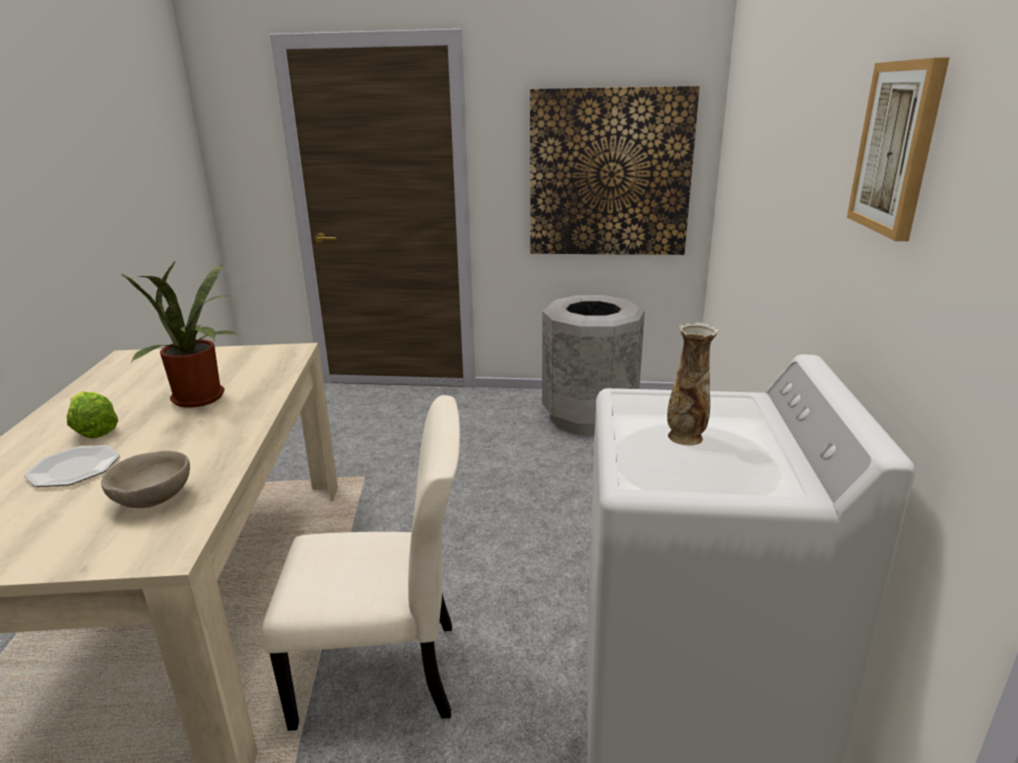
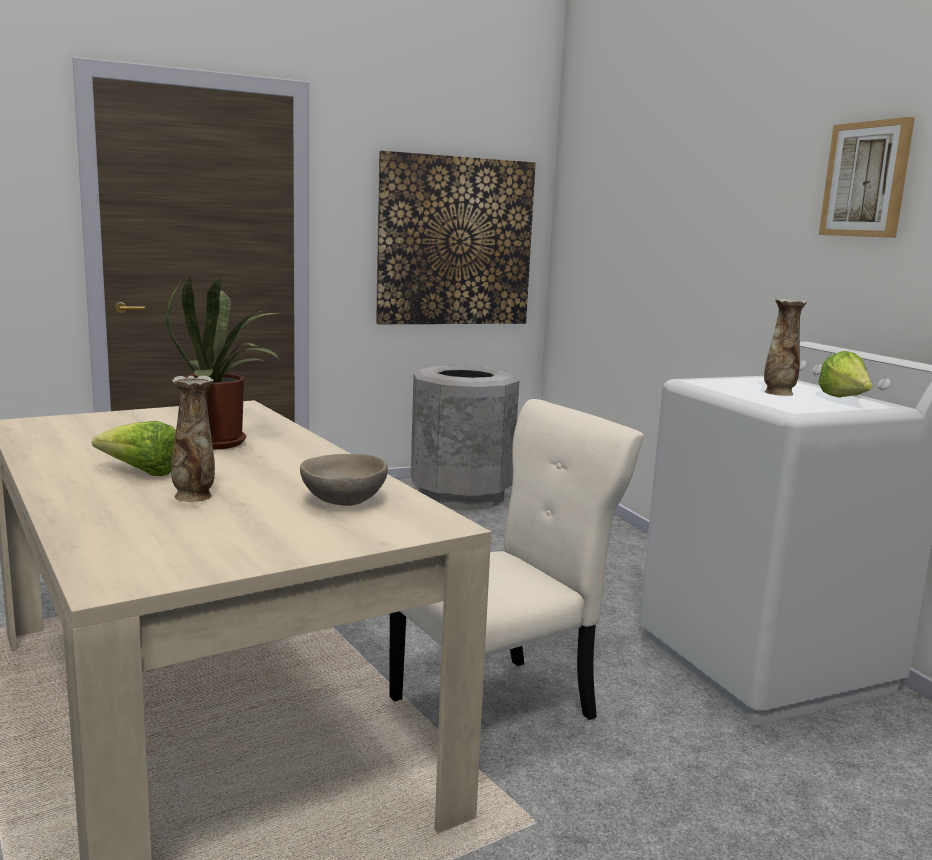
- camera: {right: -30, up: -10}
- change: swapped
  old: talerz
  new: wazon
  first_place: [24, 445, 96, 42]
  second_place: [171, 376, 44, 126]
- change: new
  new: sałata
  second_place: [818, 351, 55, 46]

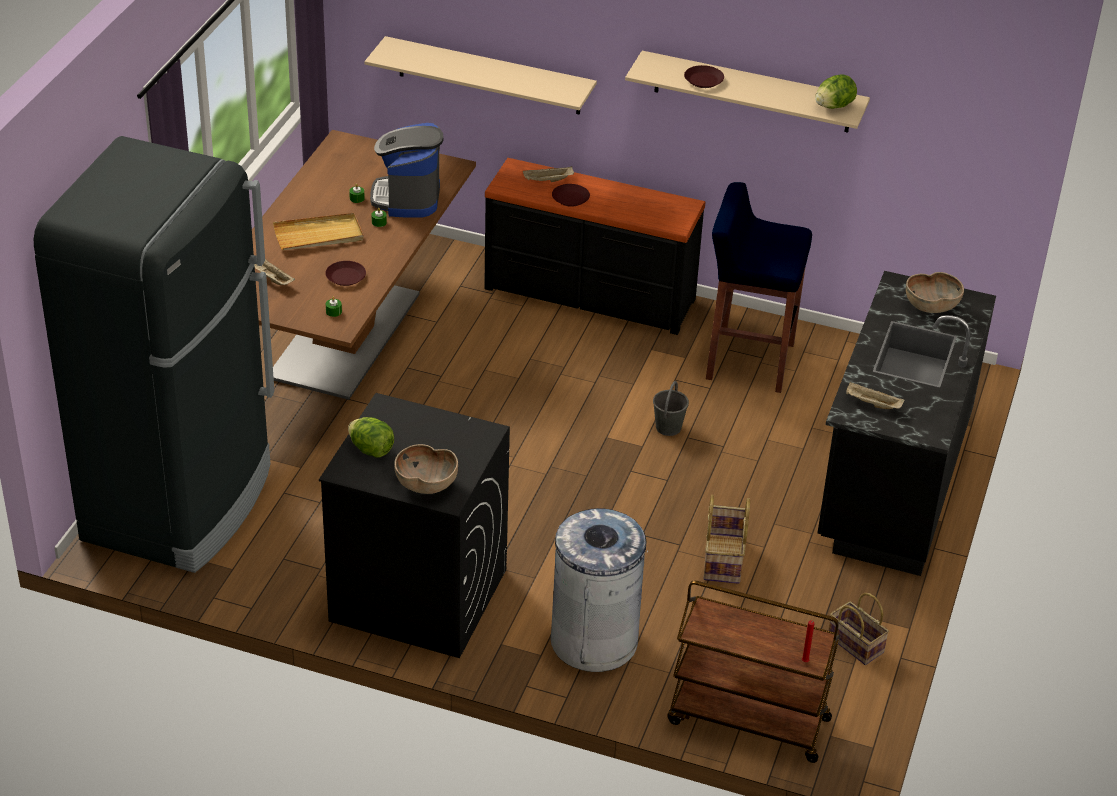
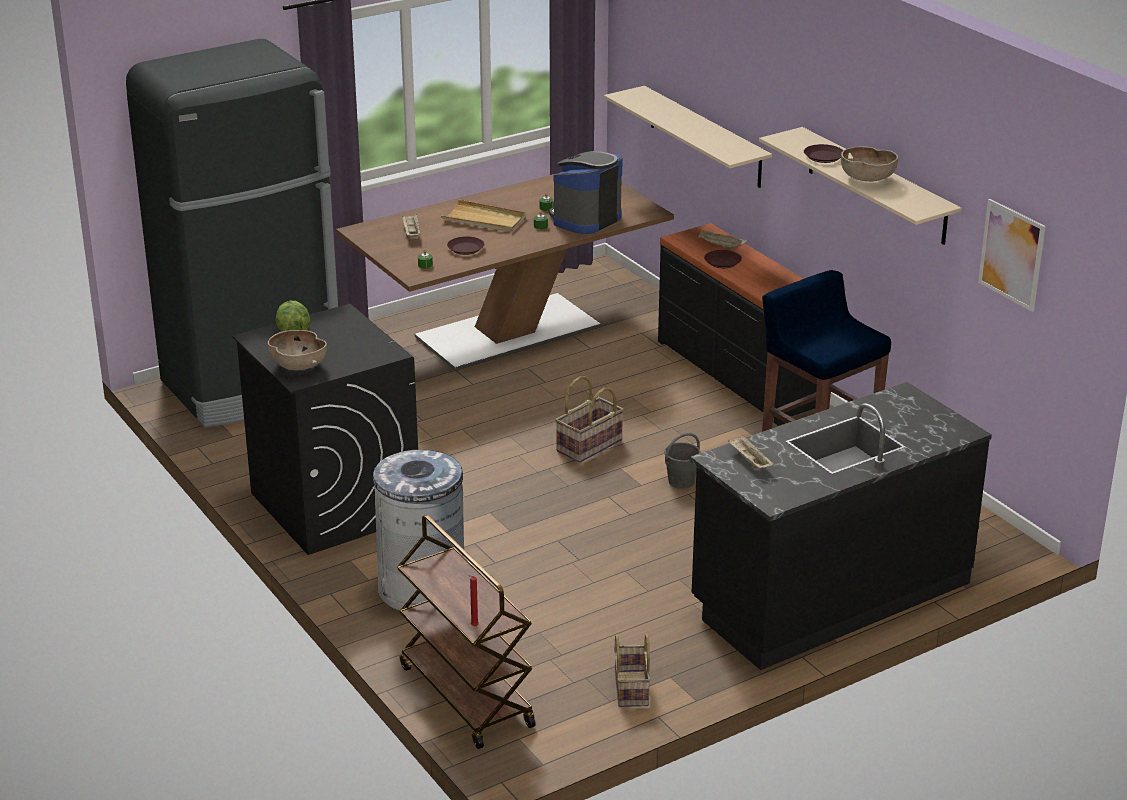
- camera: {right: 40, up: -10}
- change: shifted
  old: koszyk
  first_place: [703, 494, 47, 90]
  second_place: [555, 376, 69, 87]
- change: gone
  old: sałata
  first_place: [815, 74, 42, 35]
- change: shifted
  old: miska/brązowy
  first_place: [906, 272, 58, 41]
  second_place: [841, 147, 57, 35]
- change: new
  new: obraz
  second_place: [978, 199, 67, 113]

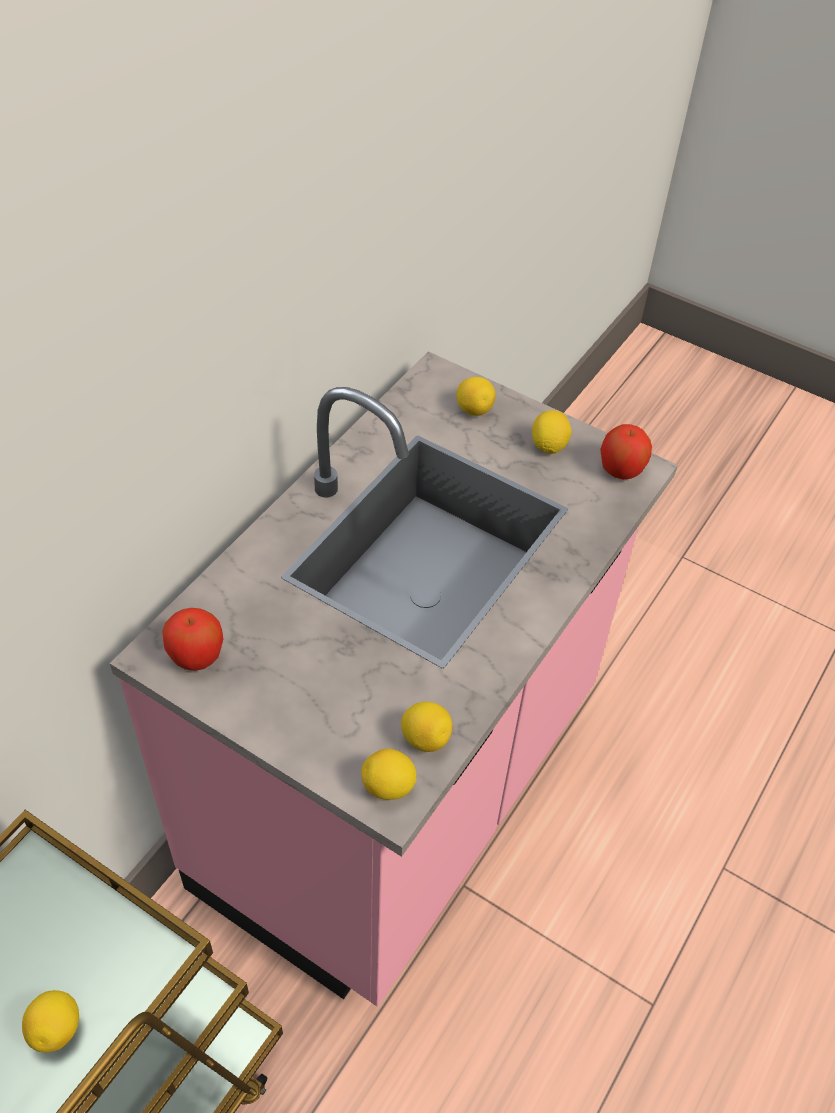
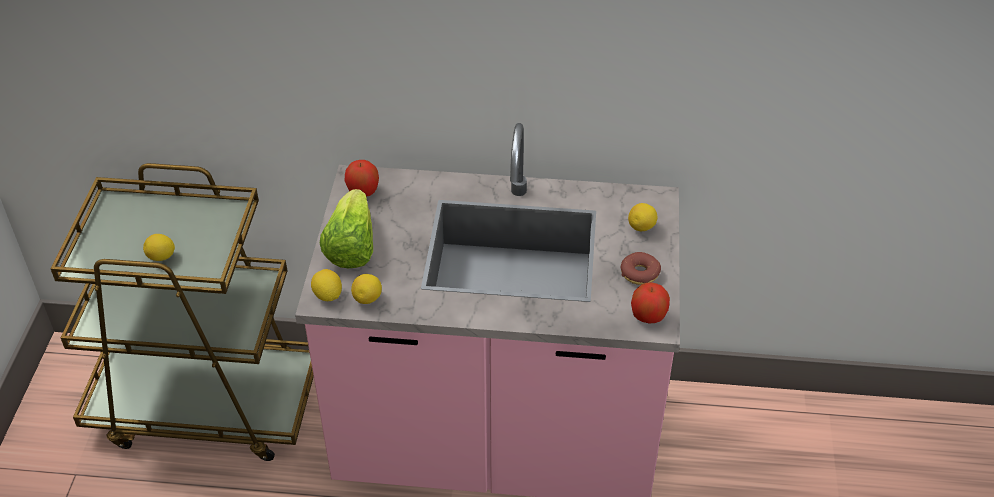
- camera: {right: 65, up: -5}
- change: swapped
  old: cytryna
  new: donut
  first_place: [532, 410, 40, 44]
  second_place: [621, 252, 40, 33]
- change: new
  new: sałata
  second_place: [320, 189, 53, 79]

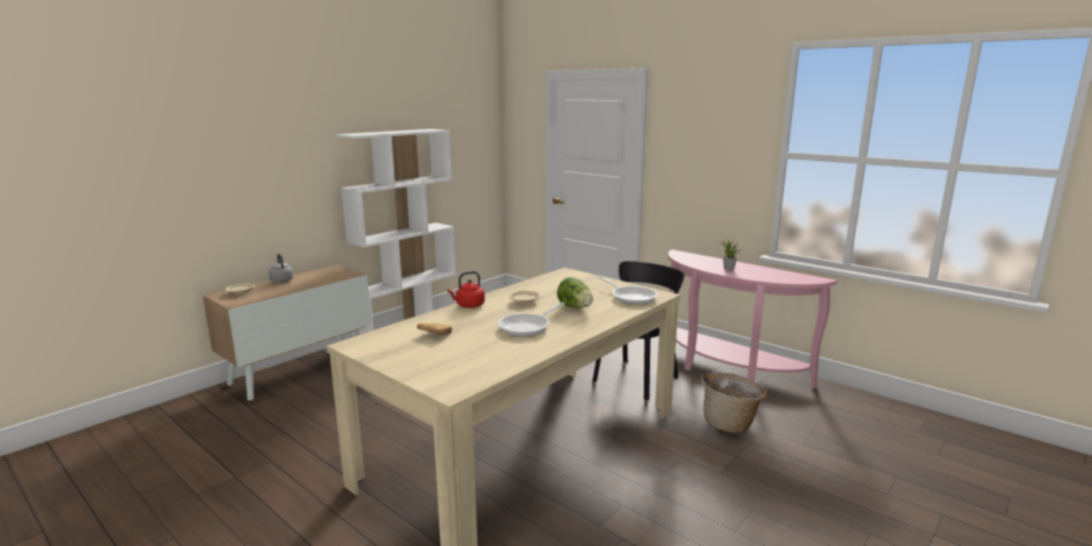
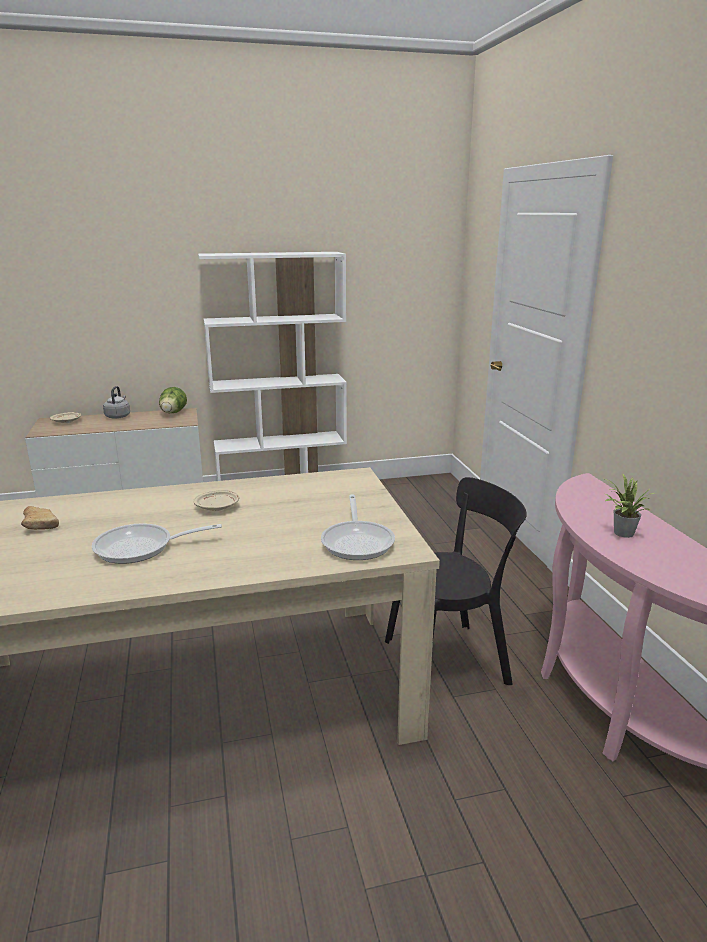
- camera: {right: 35, up: 5}
- change: gone
  old: czajnik/czerwony
  first_place: [447, 271, 38, 37]
- change: shifted
  old: sałata
  first_place: [557, 277, 36, 31]
  second_place: [159, 387, 28, 27]
- change: gone
  old: koszyk
  first_place: [701, 372, 66, 61]

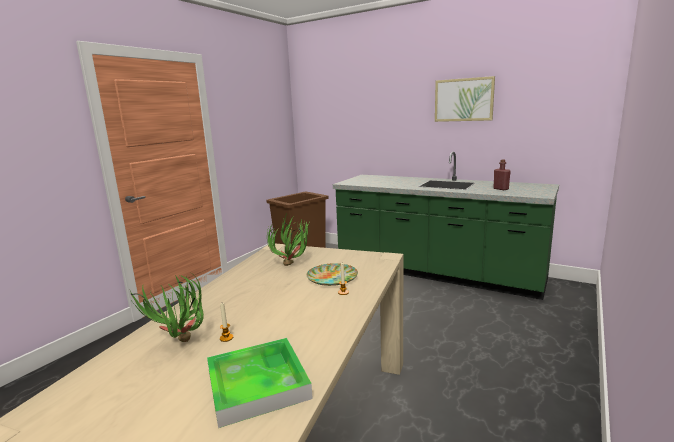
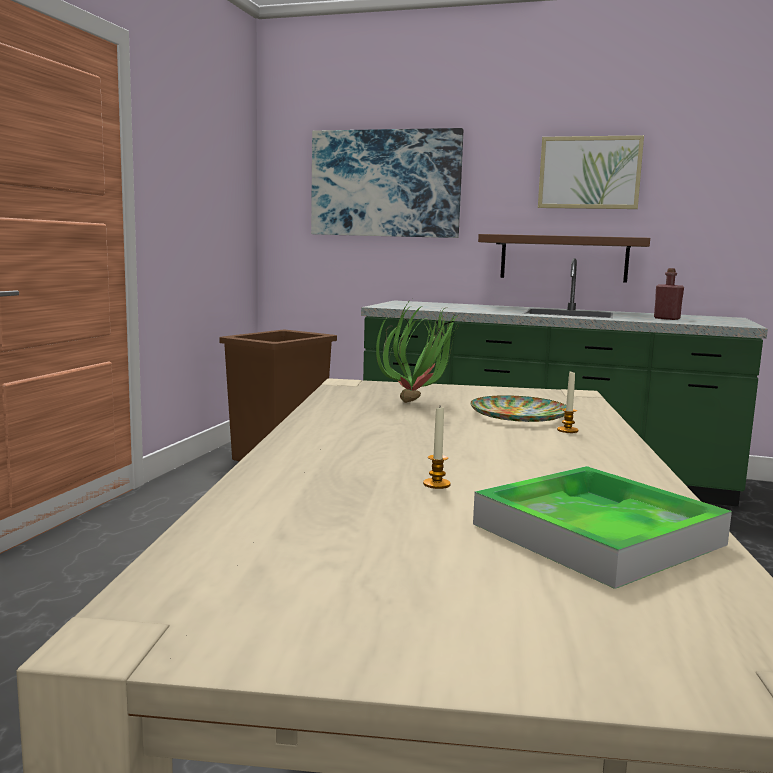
- camera: {right: -15, up: -5}
- change: gone
  old: roślina doniczkowa
  first_place: [130, 275, 74, 67]
- change: new
  new: obraz
  second_place: [311, 128, 152, 110]
- change: new
  new: półka/brązowy
  second_place: [478, 234, 172, 49]

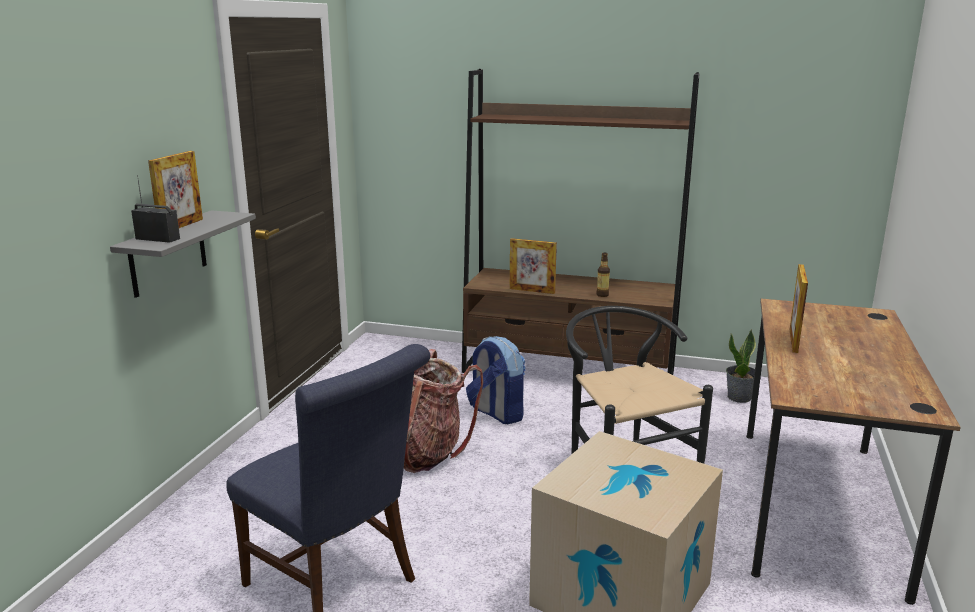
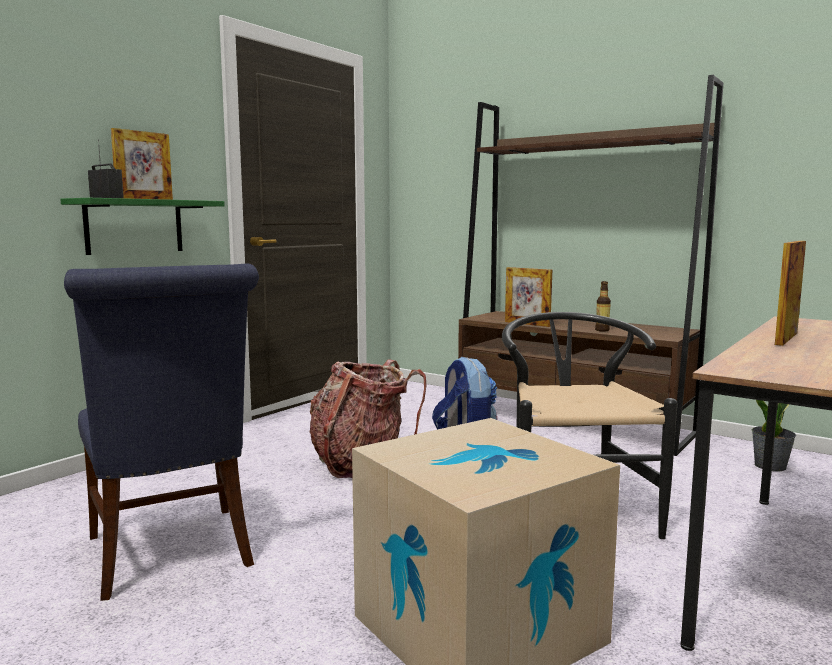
- camera: {right: 20, up: -10}
- change: repainted
  old: półka/szary
  new: półka/zielony
  first_place: [110, 210, 146, 88]
  second_place: [60, 198, 165, 57]

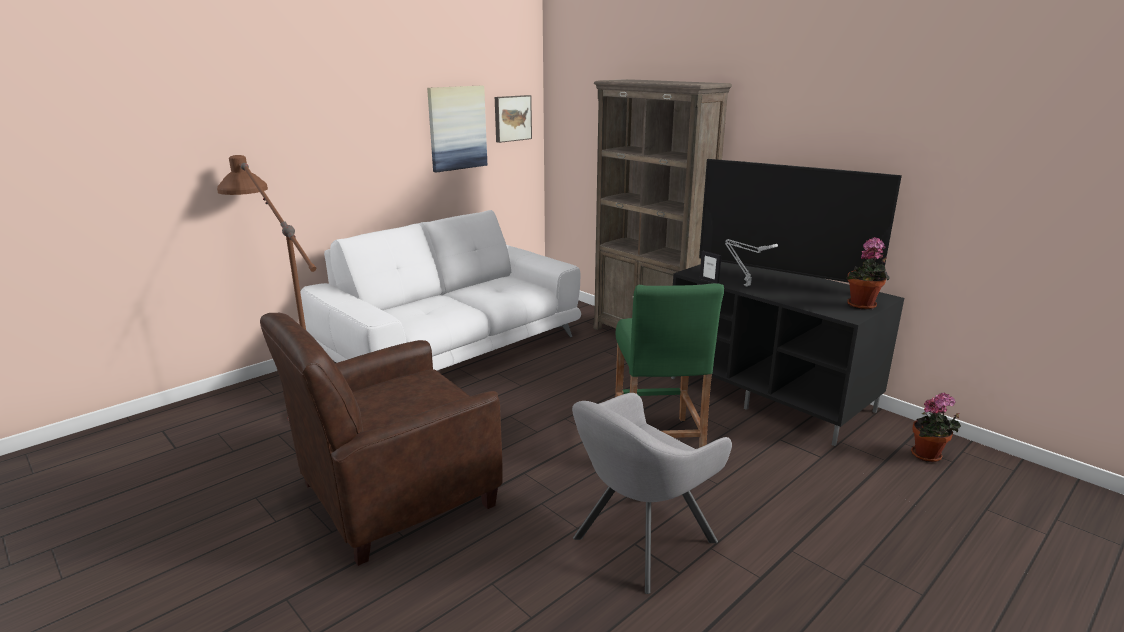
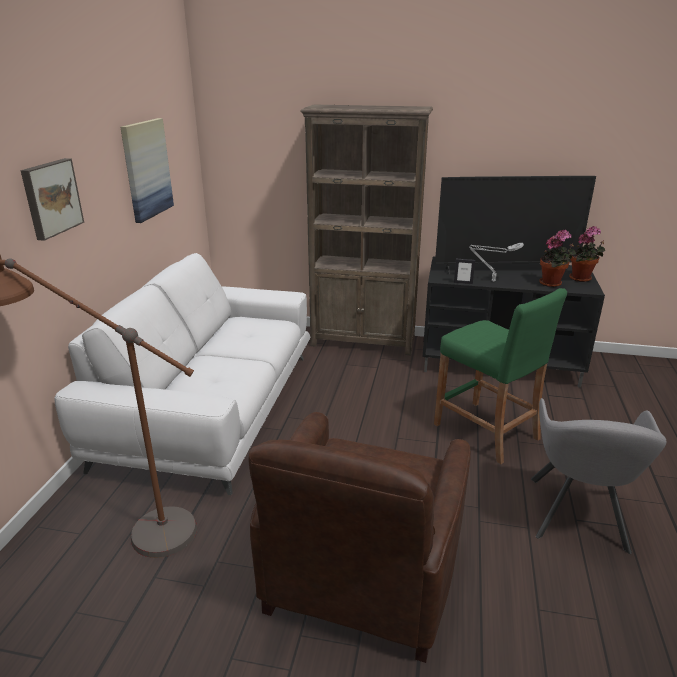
- camera: {right: -35, up: 5}
- change: shifted
  old: obraz
  first_place: [495, 95, 37, 48]
  second_place: [20, 158, 64, 83]
- change: shifted
  old: roślina doniczkowa
  first_place: [911, 393, 50, 69]
  second_place: [539, 230, 37, 57]

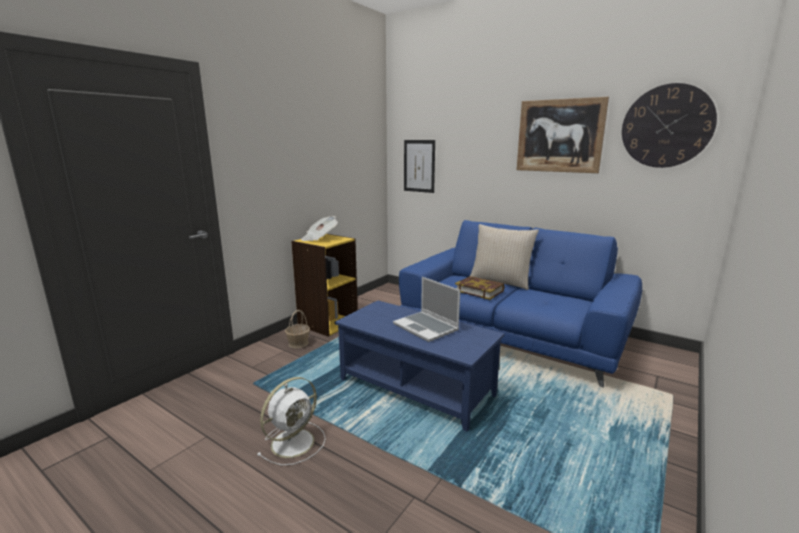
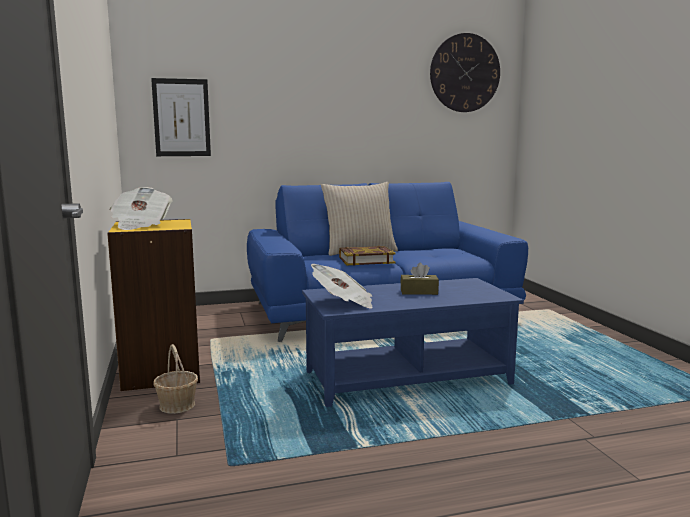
- camera: {right: -50, up: -5}
- change: gone
  old: wentylator/biały
  first_place: [257, 377, 69, 88]
- change: swapped
  old: laptop
  new: pudełko chusteczek/brązowy
  first_place: [393, 277, 67, 65]
  second_place: [400, 263, 39, 32]
- change: gone
  old: obraz
  first_place: [517, 97, 92, 76]
- change: new
  new: gazeta
  second_place: [311, 264, 62, 45]

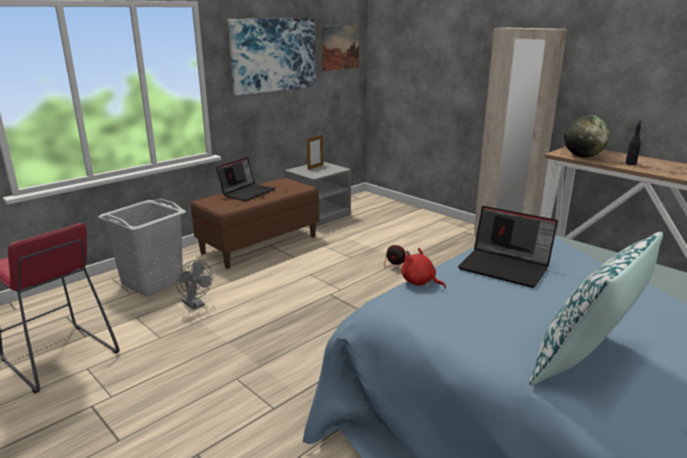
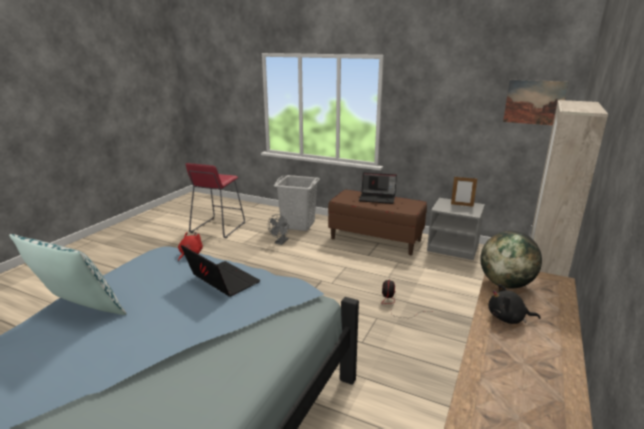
- camera: {right: 70, up: 0}
- change: gone
  old: obraz
  first_place: [228, 18, 88, 78]
- change: rotated
  old: laptop
  first_place: [458, 206, 100, 82]
  second_place: [181, 245, 80, 52]
  degrees: 120
- change: swapped
  old: butelka/czarny
  new: pluszak/czarny
  first_place: [625, 121, 16, 44]
  second_place: [489, 284, 52, 40]

